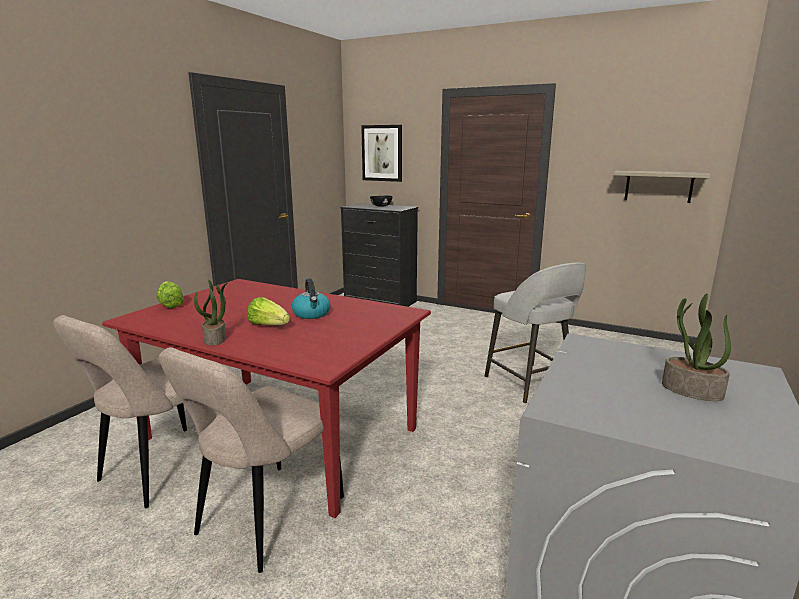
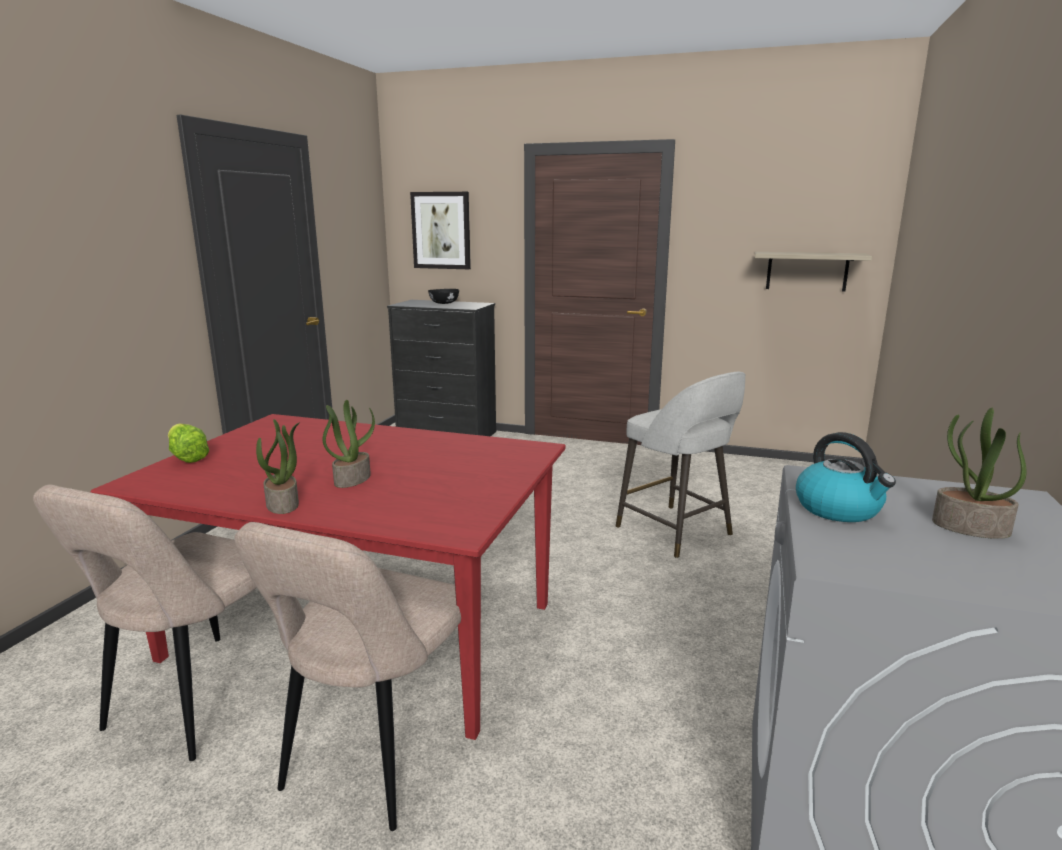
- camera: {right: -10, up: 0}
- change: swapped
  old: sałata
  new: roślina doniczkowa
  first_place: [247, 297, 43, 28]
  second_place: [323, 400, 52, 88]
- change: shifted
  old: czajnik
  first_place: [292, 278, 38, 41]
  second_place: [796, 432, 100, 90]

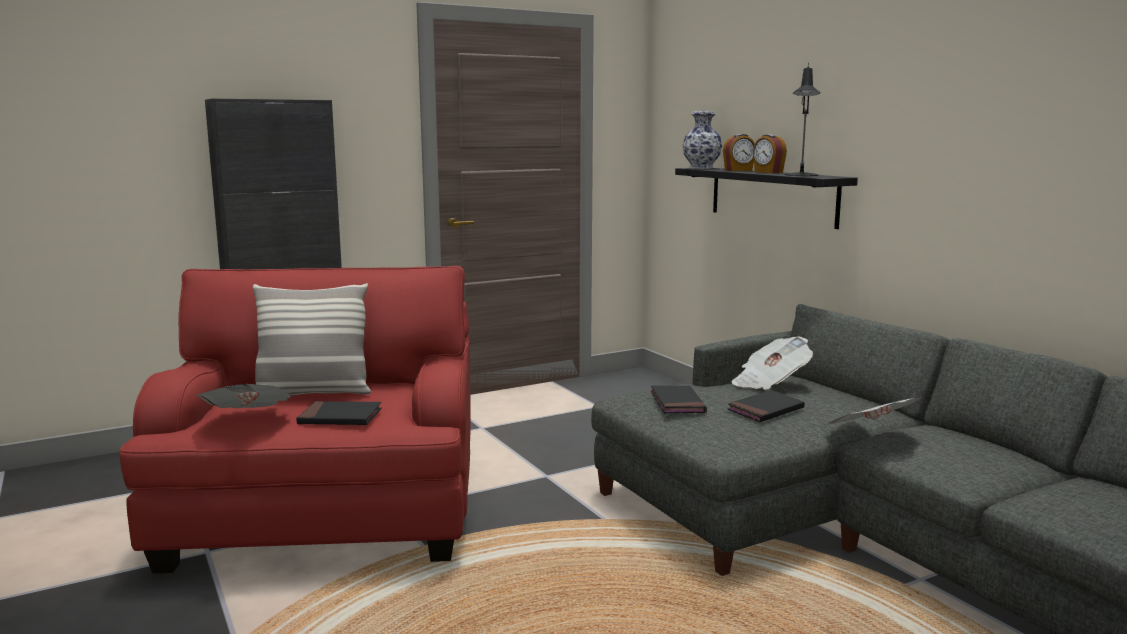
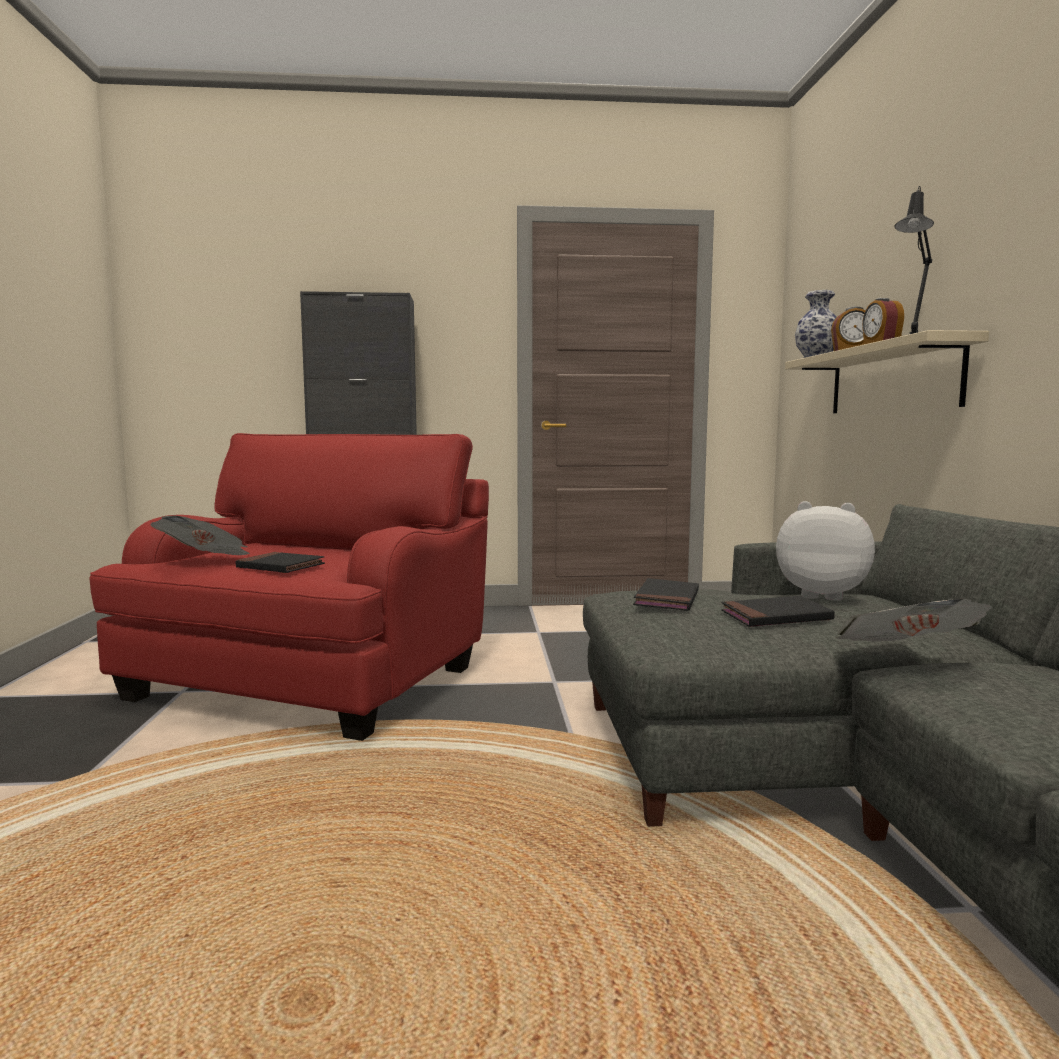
- camera: {right: 25, up: -5}
- change: gone
  old: poduszka
  first_place: [253, 283, 118, 112]
- change: repainted
  old: półka/czarny
  new: półka/beżowy
  first_place: [675, 168, 183, 61]
  second_place: [785, 330, 204, 83]
- change: swapped
  old: gazeta
  new: pluszak
  first_place: [732, 337, 81, 53]
  second_place: [776, 501, 99, 100]

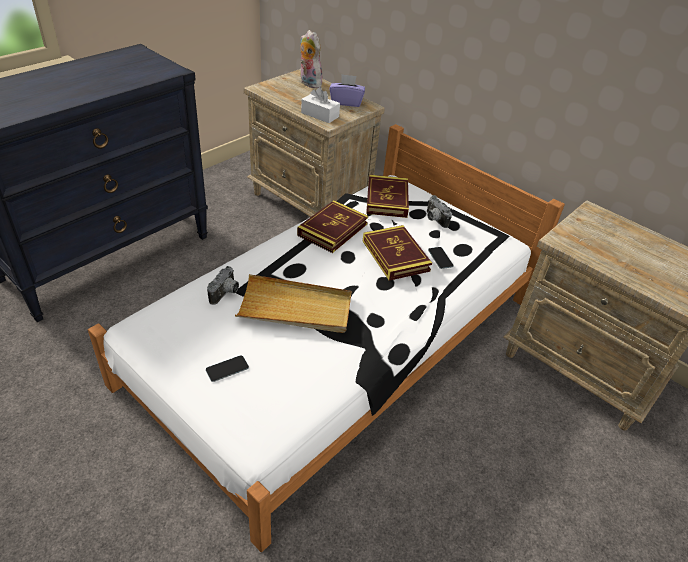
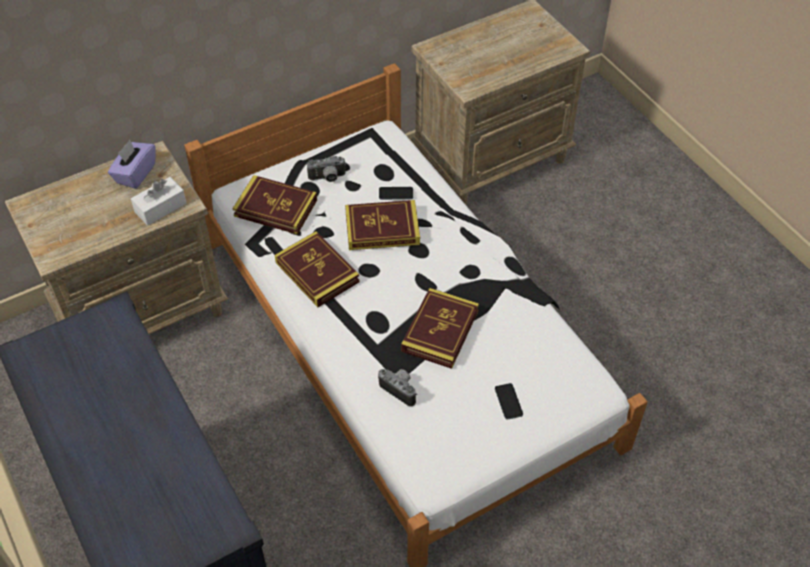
- camera: {right: -70, up: 10}
- change: swapped
  old: taca/beżowy
  new: książka
  first_place: [235, 274, 116, 59]
  second_place: [401, 288, 78, 81]
- change: gone
  old: pluszak
  first_place: [300, 30, 22, 58]

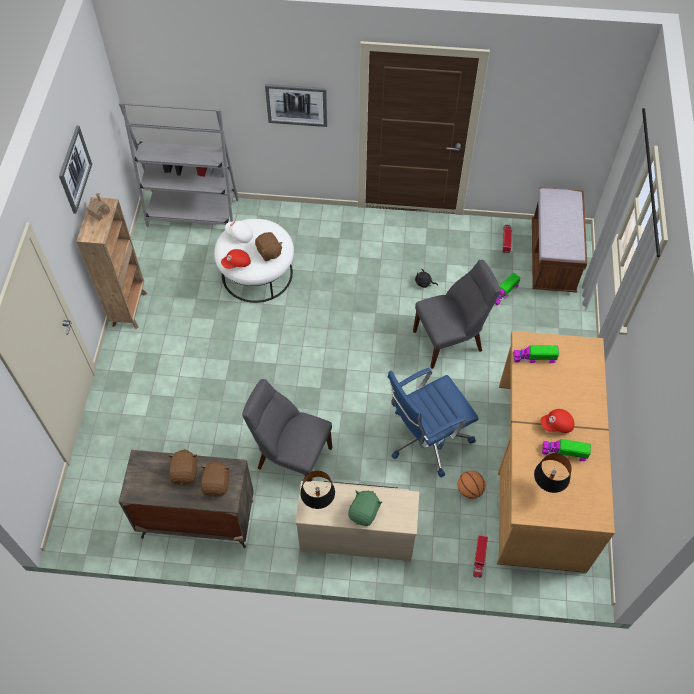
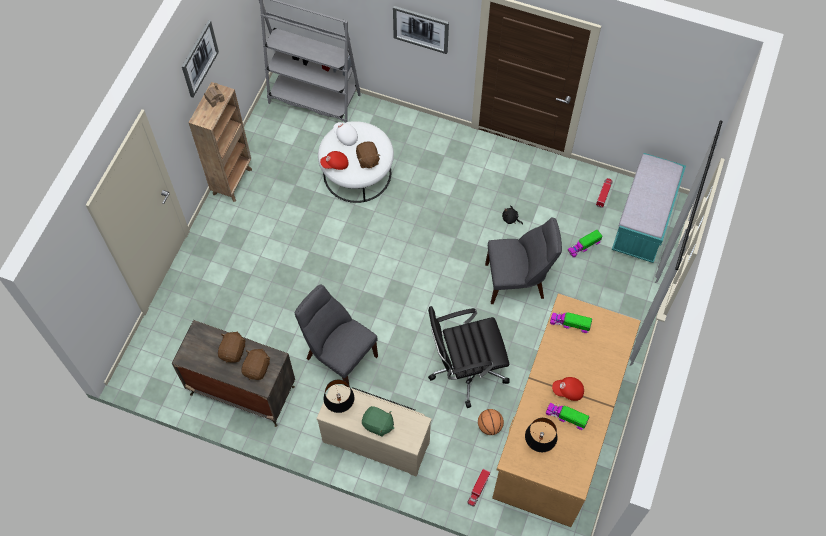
- camera: {right: 15, up: 5}
- change: rotated
  old: pluszak/zielony
  first_place: [348, 490, 34, 36]
  second_place: [362, 406, 32, 31]
  degrees: 75
- change: repainted
  old: krzesło biurowe/niebieski
  new: krzesło biurowe/czarny
  first_place: [388, 368, 91, 109]
  second_place: [428, 306, 81, 102]
- change: repainted
  old: ławka/brązowy
  new: ławka/turkusowy
  first_place: [532, 188, 55, 105]
  second_place: [612, 153, 74, 110]

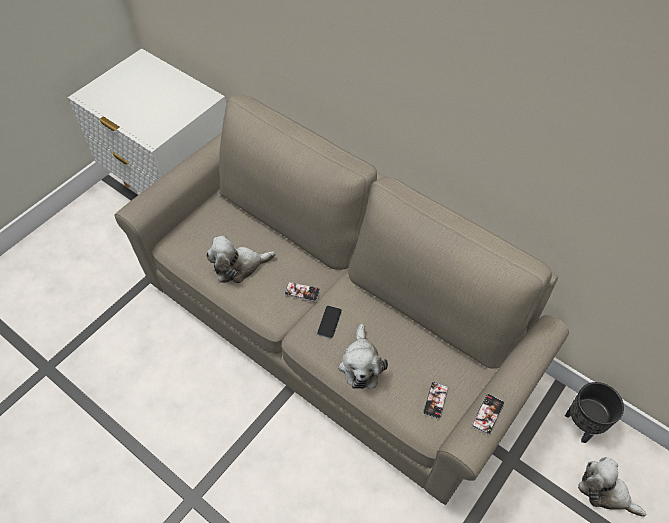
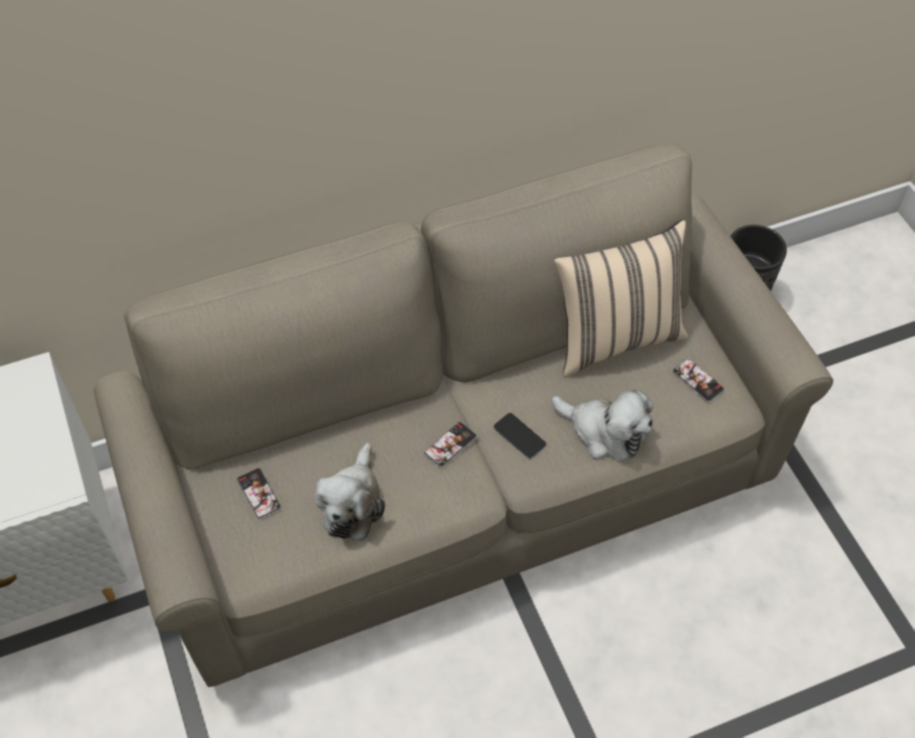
- camera: {right: -60, up: 0}
- change: shifted
  old: telefon
  first_place: [472, 394, 32, 41]
  second_place: [237, 468, 45, 51]
- change: gone
  old: pluszak
  first_place: [578, 457, 69, 60]
- change: new
  new: poduszka/beżowy
  second_place: [554, 220, 134, 157]

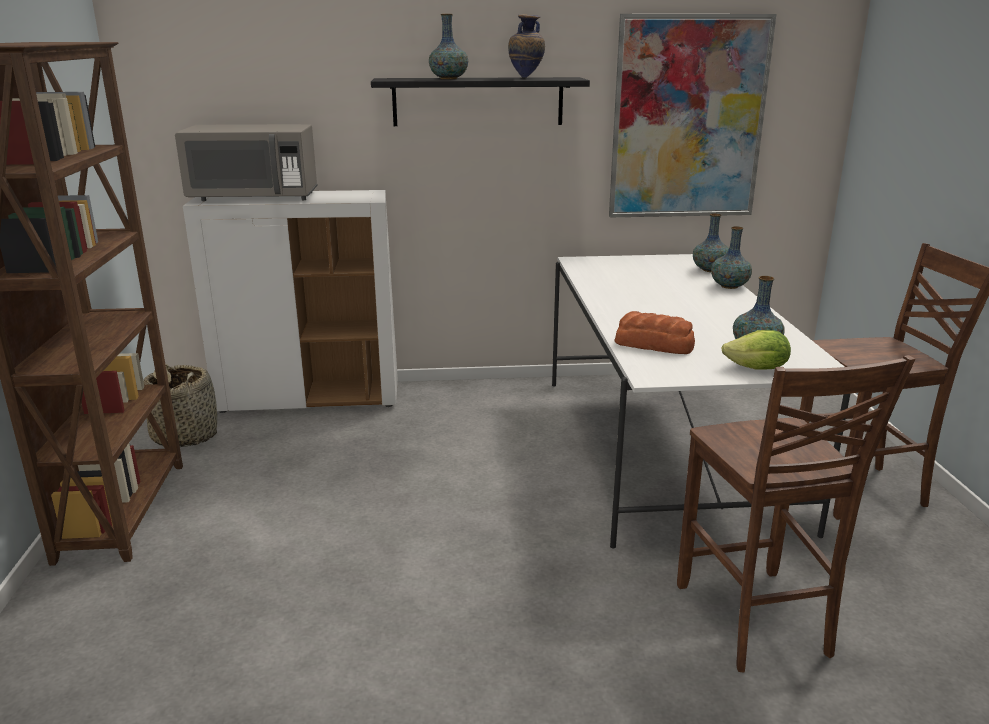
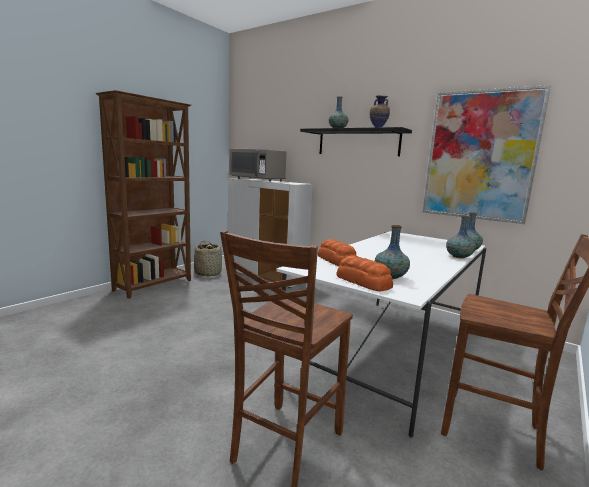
- camera: {right: 40, up: -10}
- change: swapped
  old: sałata
  new: chleb
  first_place: [721, 330, 70, 40]
  second_place: [337, 255, 56, 36]

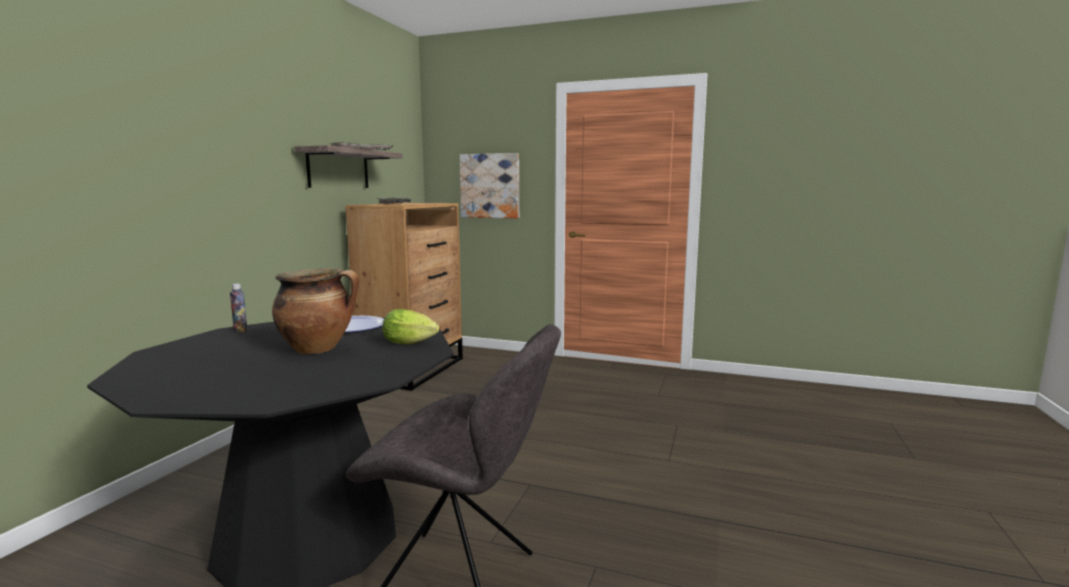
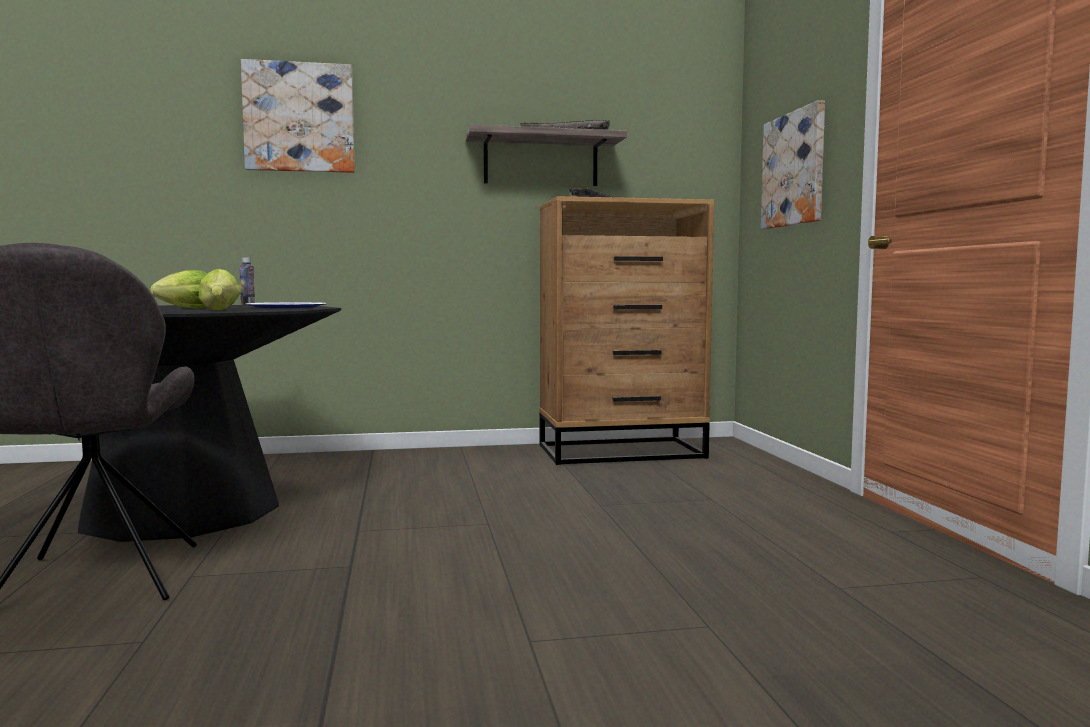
- camera: {right: 60, up: -5}
- change: swapped
  old: garnek
  new: sałata
  first_place: [272, 268, 87, 86]
  second_place: [150, 270, 58, 38]
- change: new
  new: obraz
  second_place: [241, 59, 114, 114]

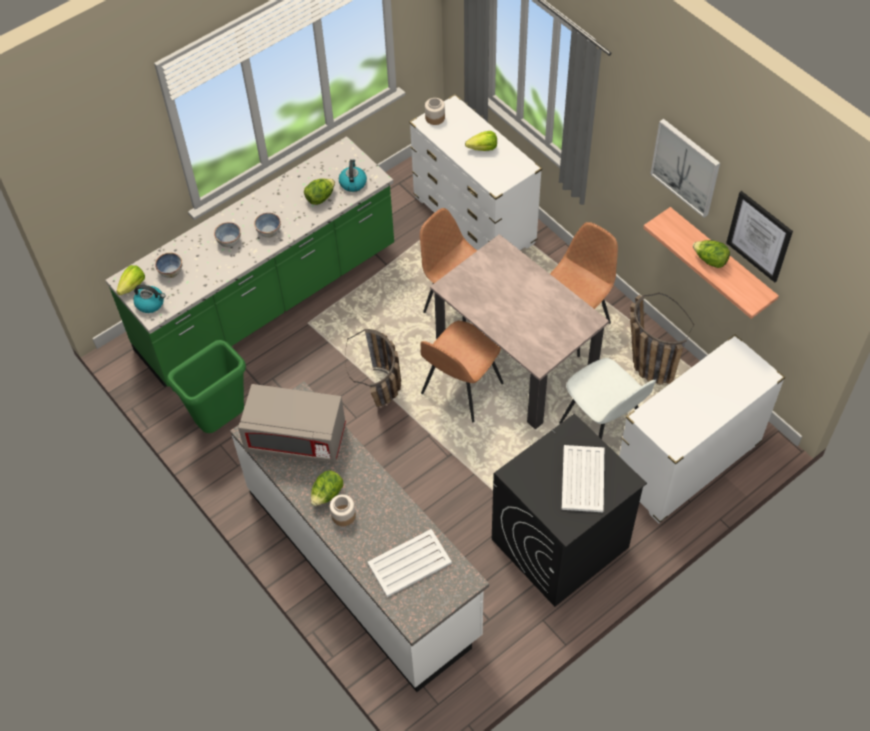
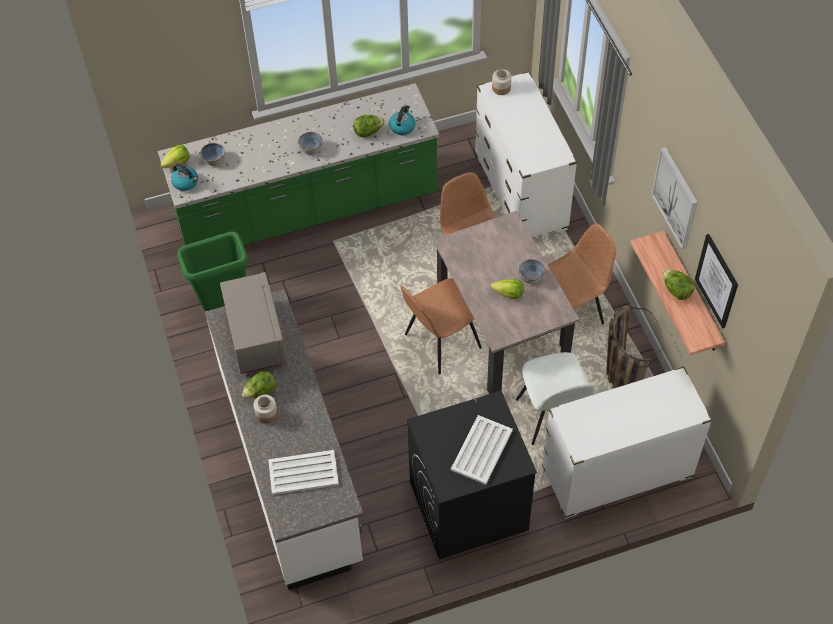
- camera: {right: 20, up: 0}
- change: shifted
  old: miska
  first_place: [214, 222, 27, 25]
  second_place: [519, 259, 25, 25]
- change: rotated
  old: mikrofalówka/szary
  first_place: [238, 384, 108, 80]
  second_place: [220, 272, 67, 102]
  degrees: -135
- change: gone
  old: koszyk
  first_place: [345, 329, 56, 78]
- change: shifted
  old: sałata
  first_place: [465, 131, 32, 20]
  second_place: [490, 279, 34, 20]

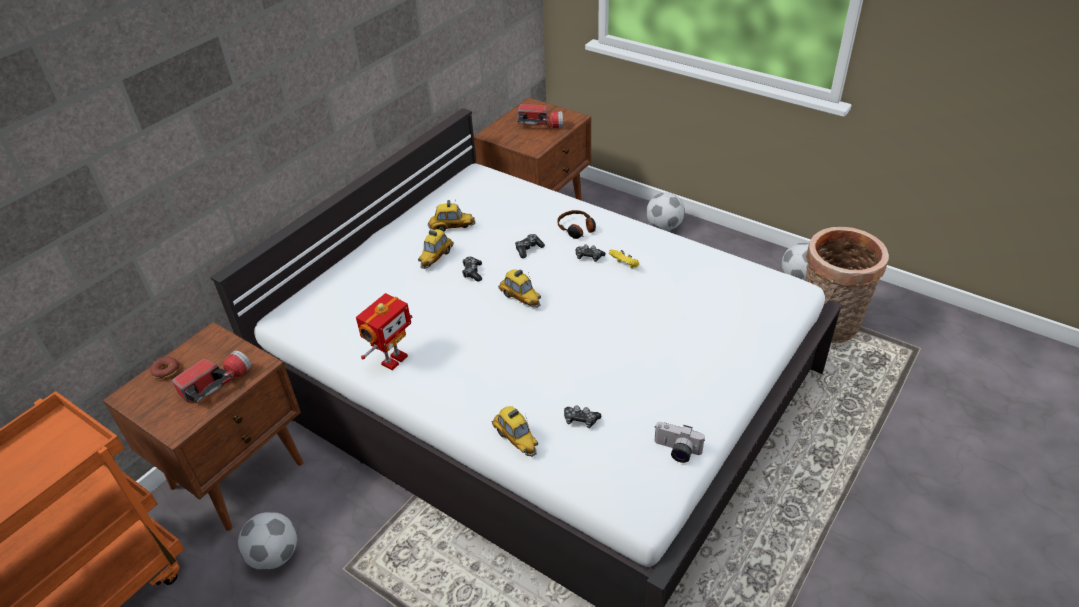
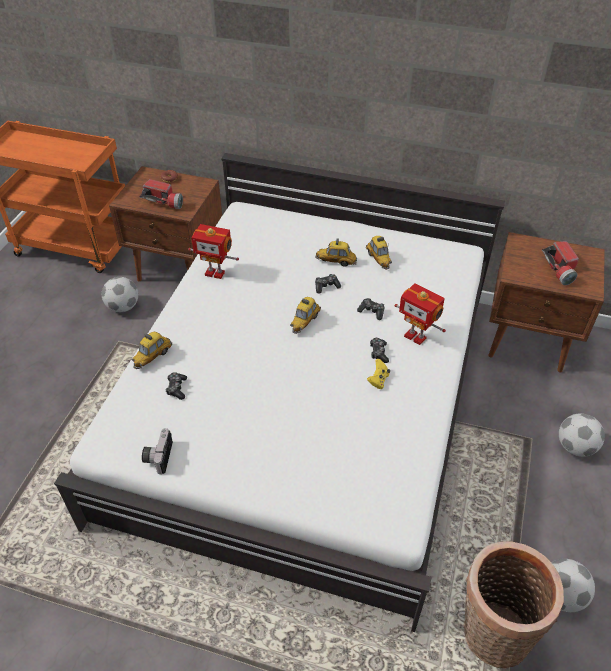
- camera: {right: 70, up: 5}
- change: swapped
  old: słuchawki
  new: robot zabawkowy
  first_place: [557, 210, 39, 29]
  second_place: [395, 283, 51, 62]

